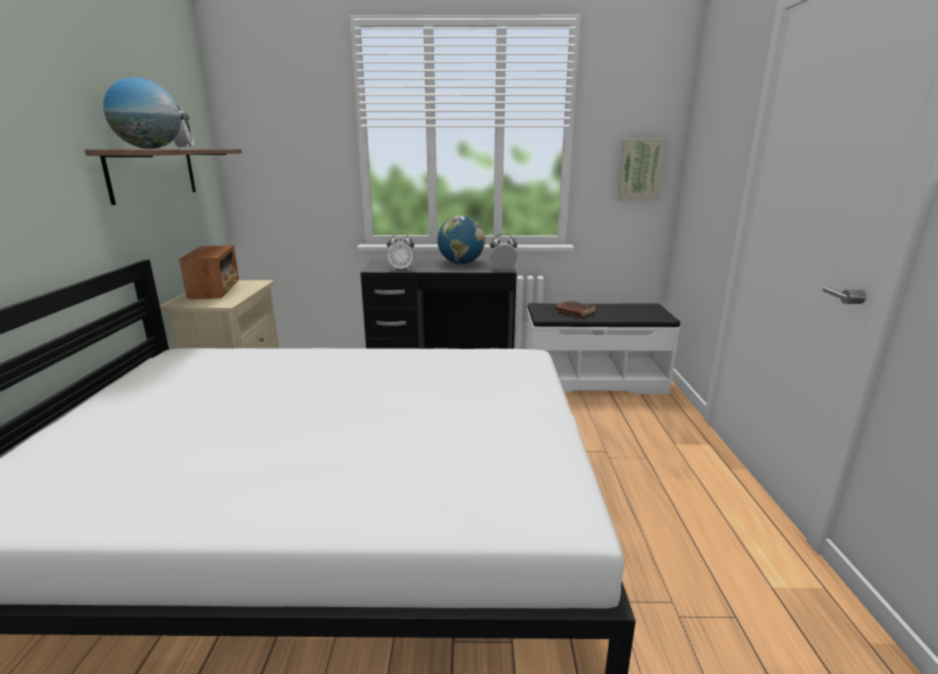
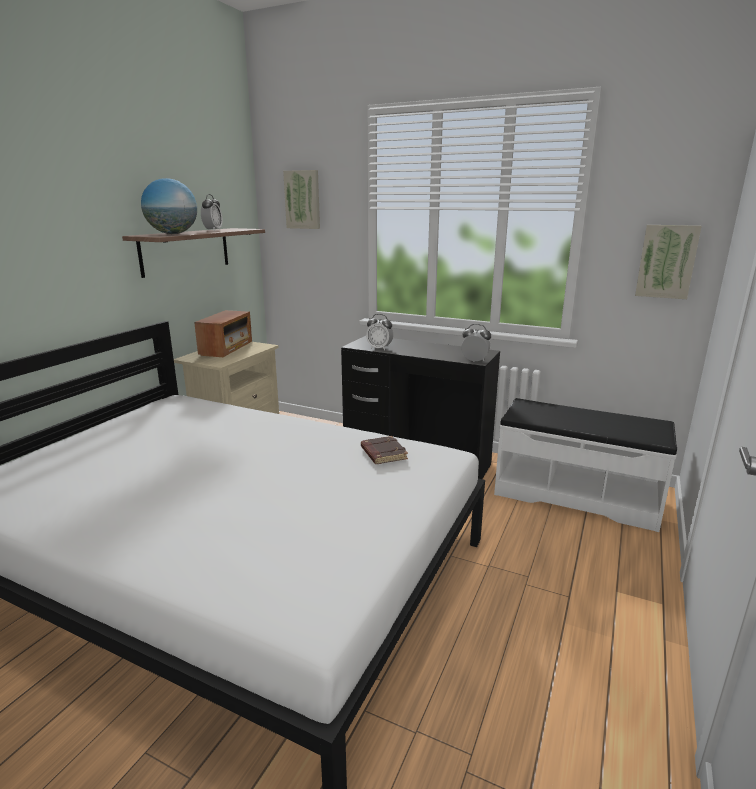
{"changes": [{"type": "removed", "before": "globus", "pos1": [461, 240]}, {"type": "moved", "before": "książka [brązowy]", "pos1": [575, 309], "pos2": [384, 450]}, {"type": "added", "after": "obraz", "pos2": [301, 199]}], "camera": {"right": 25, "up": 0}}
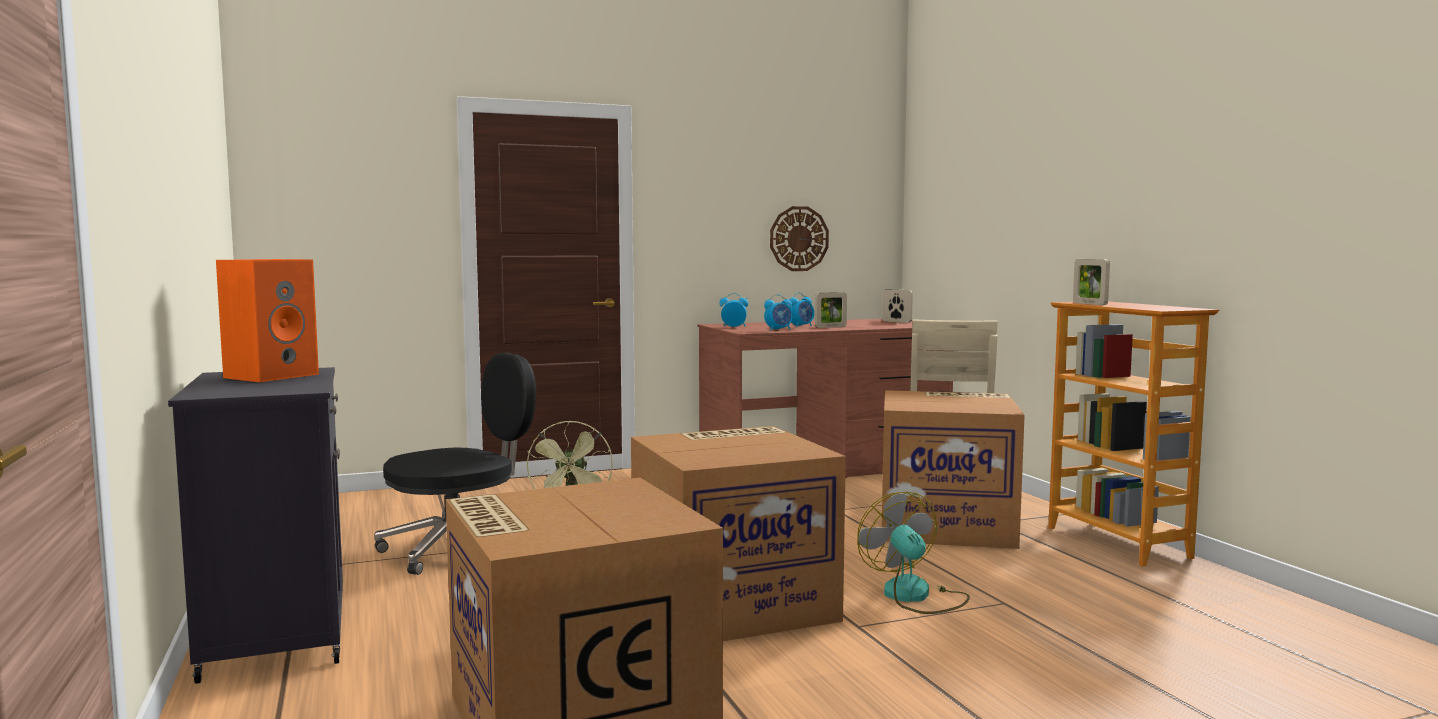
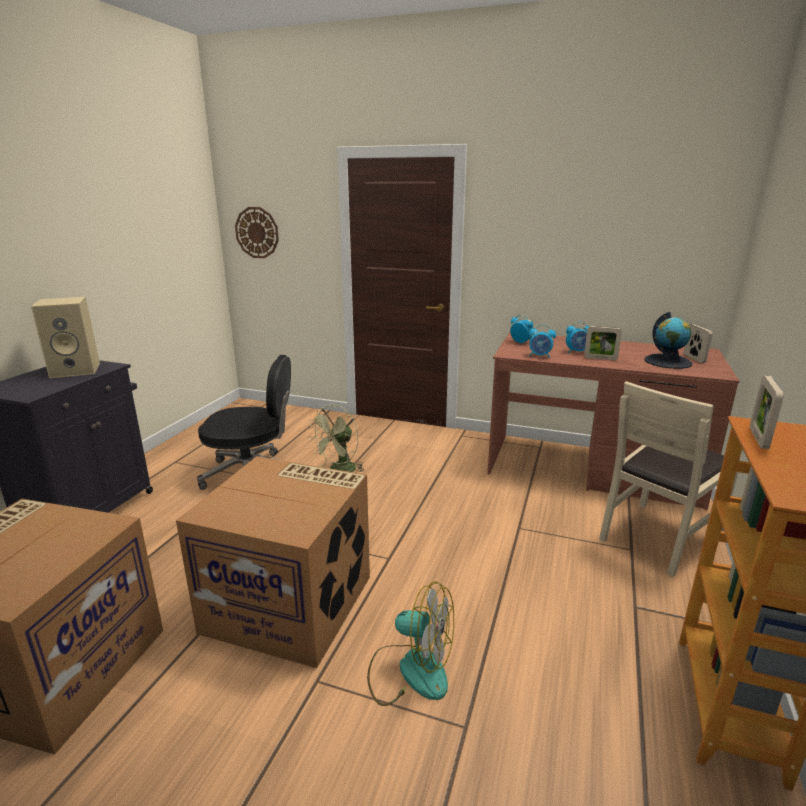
{"changes": [{"type": "moved", "before": "zegar ścienny", "pos1": [799, 238], "pos2": [257, 232]}, {"type": "recoloured", "before": "głośnik [pomarańczowy]", "after": "głośnik [beżowy]", "pos1": [267, 320], "pos2": [65, 337]}, {"type": "removed", "before": "karton", "pos1": [953, 469]}, {"type": "turned", "before": "wentylator", "pos1": [913, 553], "pos2": [410, 643], "turn": 90}, {"type": "added", "after": "globus", "pos2": [668, 340]}], "camera": {"right": 40, "up": 15}}
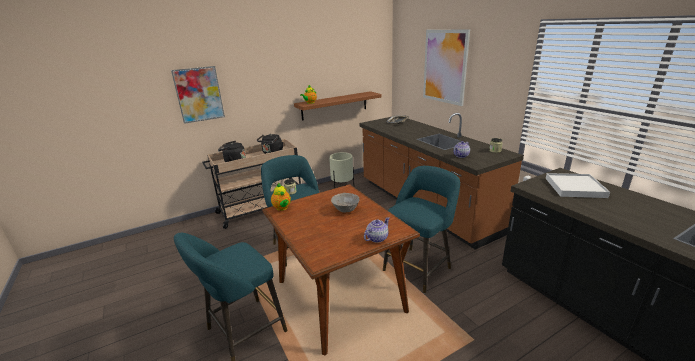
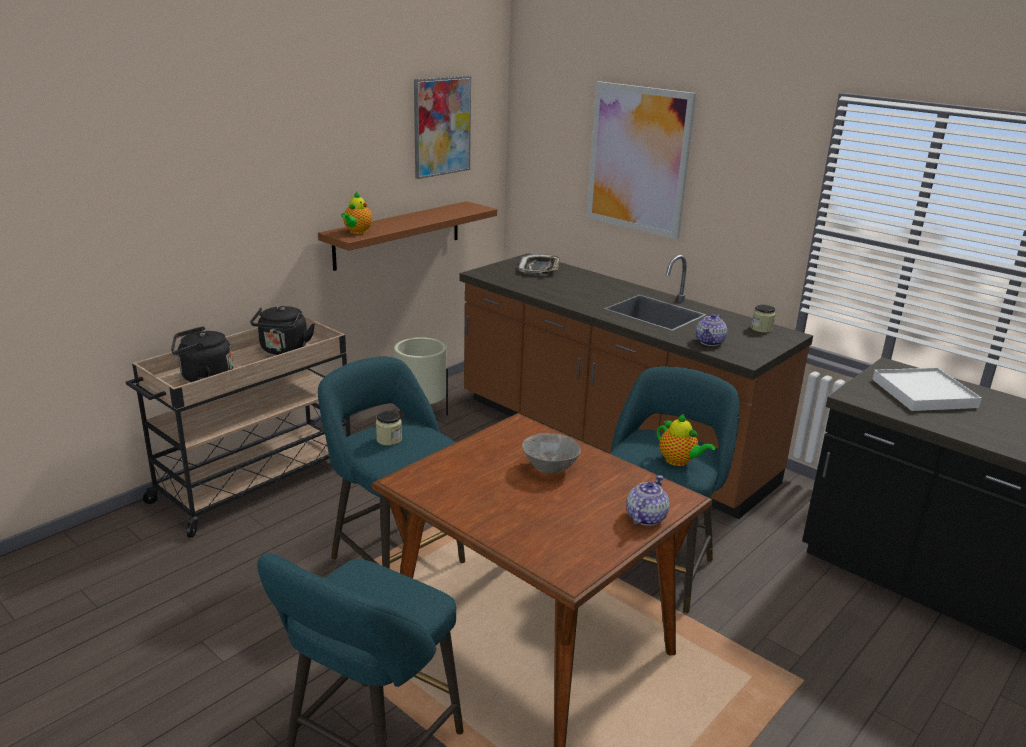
{"changes": [{"type": "moved", "before": "obraz", "pos1": [198, 95], "pos2": [442, 127]}, {"type": "moved", "before": "imbryk", "pos1": [281, 197], "pos2": [686, 440]}], "camera": {"right": -20, "up": 0}}
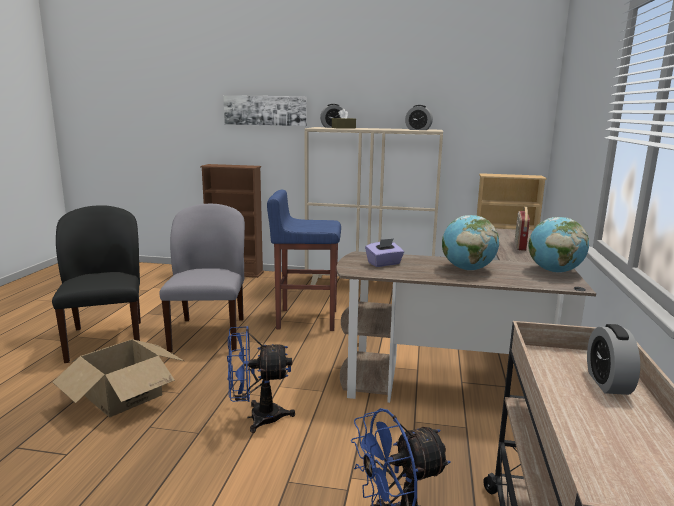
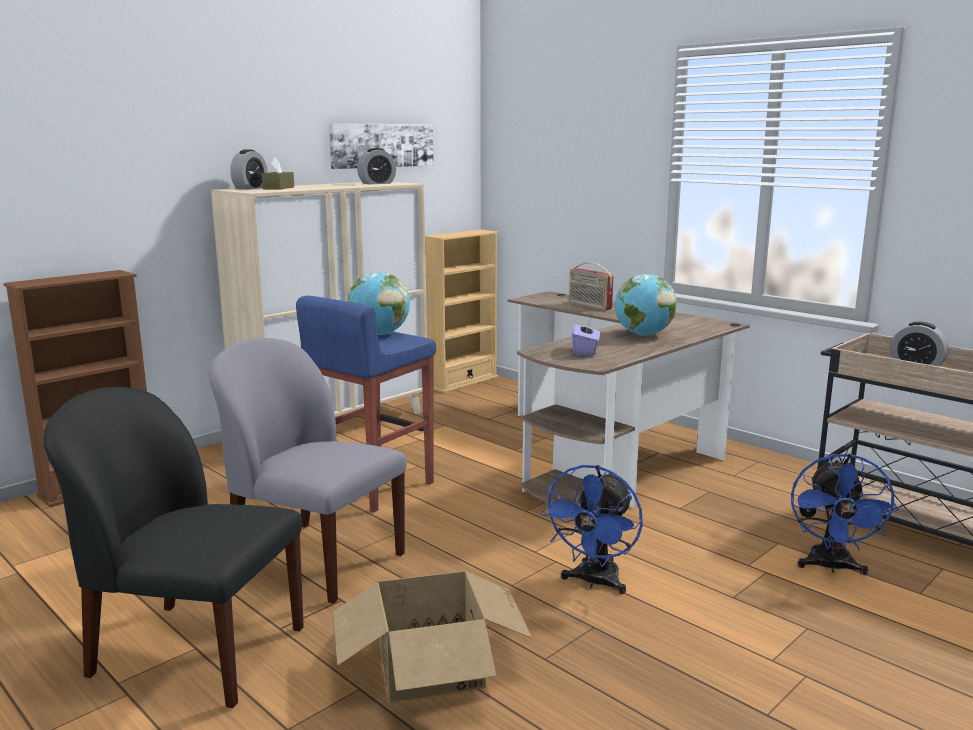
{"changes": [{"type": "moved", "before": "obraz", "pos1": [265, 110], "pos2": [381, 146]}, {"type": "moved", "before": "globus", "pos1": [558, 245], "pos2": [378, 303]}], "camera": {"right": -55, "up": 0}}
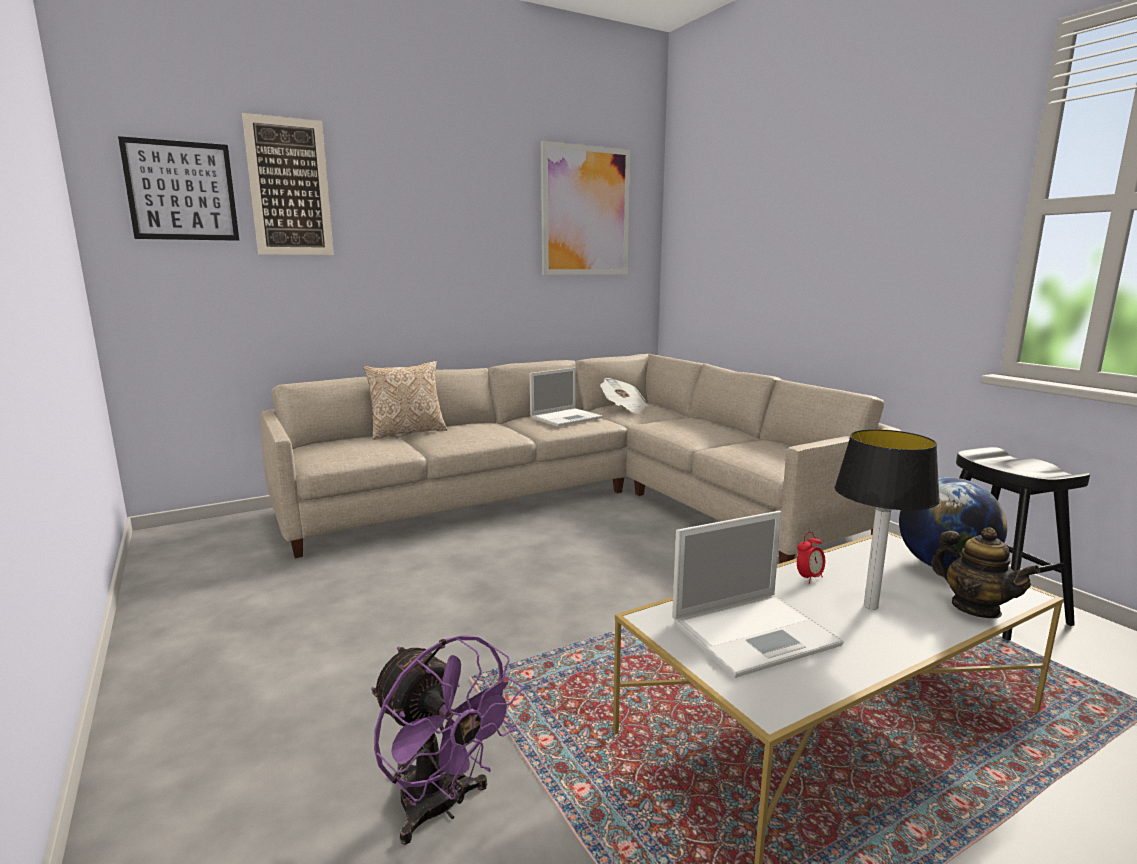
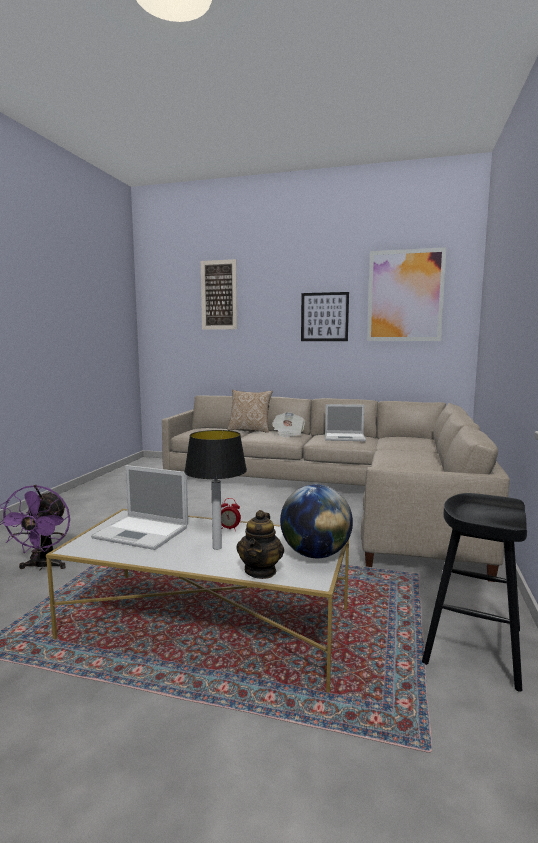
{"changes": [{"type": "moved", "before": "obraz", "pos1": [178, 188], "pos2": [325, 316]}, {"type": "moved", "before": "gazeta", "pos1": [624, 396], "pos2": [288, 425]}], "camera": {"right": 45, "up": -5}}
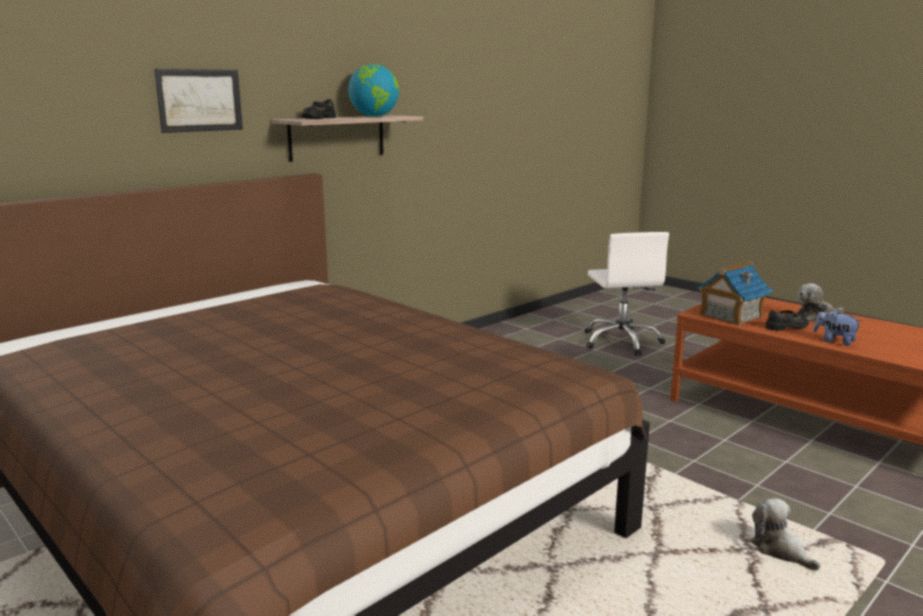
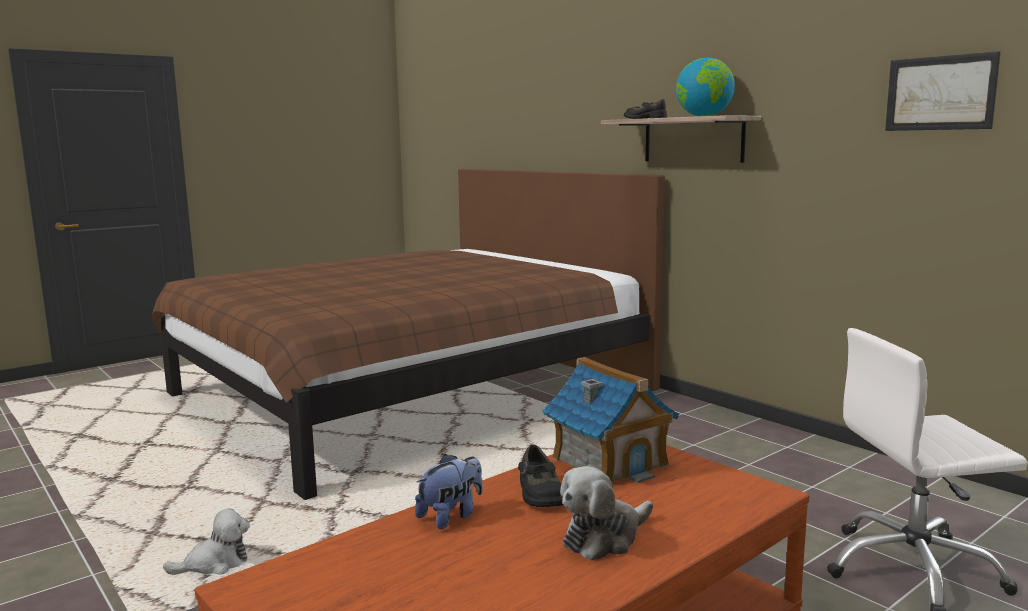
{"changes": [{"type": "moved", "before": "obraz", "pos1": [198, 101], "pos2": [943, 91]}, {"type": "turned", "before": "pluszak", "pos1": [820, 303], "pos2": [606, 513], "turn": -120}], "camera": {"right": 95, "up": -5}}
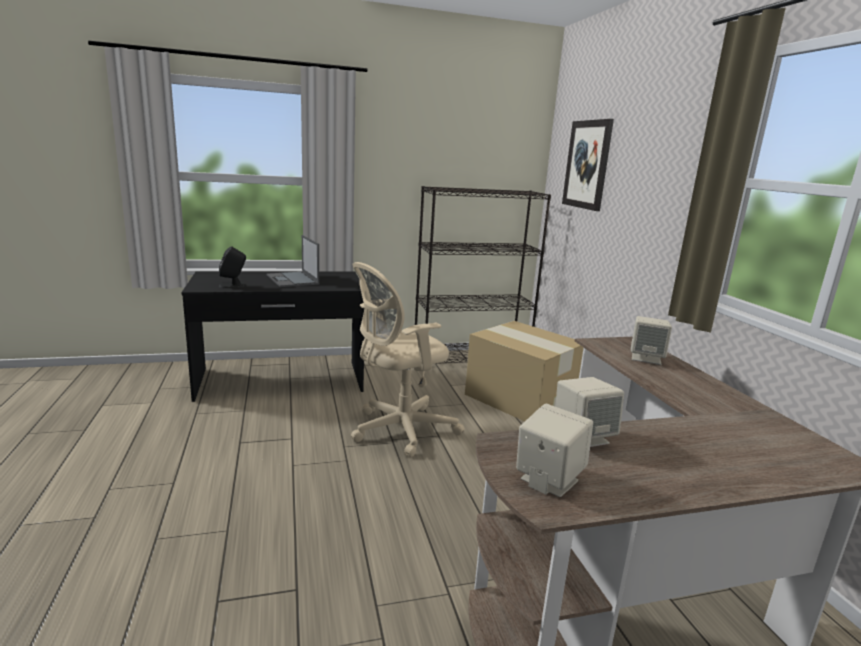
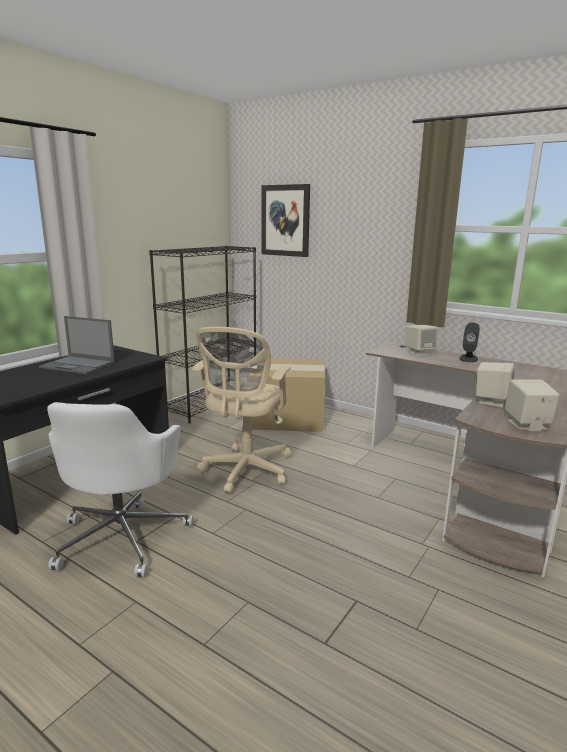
{"changes": [{"type": "moved", "before": "głośnik [czarny]", "pos1": [233, 267], "pos2": [470, 342]}, {"type": "added", "after": "krzesło biurowe [biały]", "pos2": [120, 489]}], "camera": {"right": -40, "up": 0}}
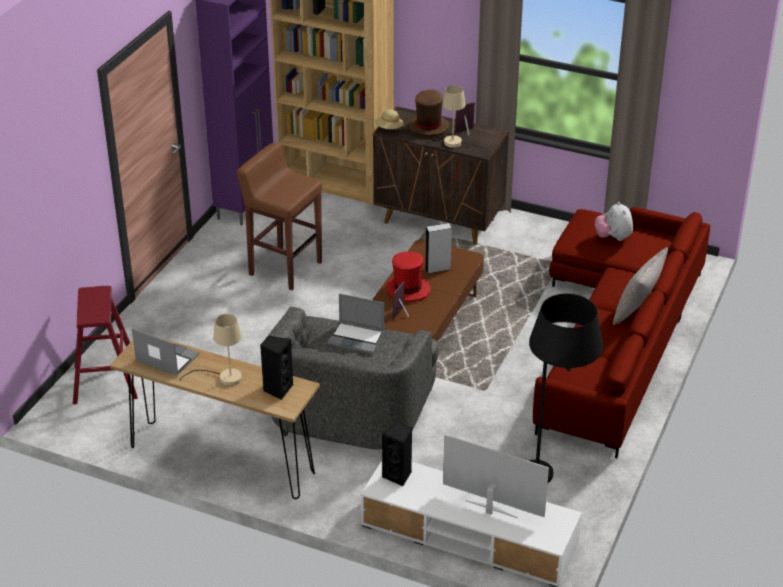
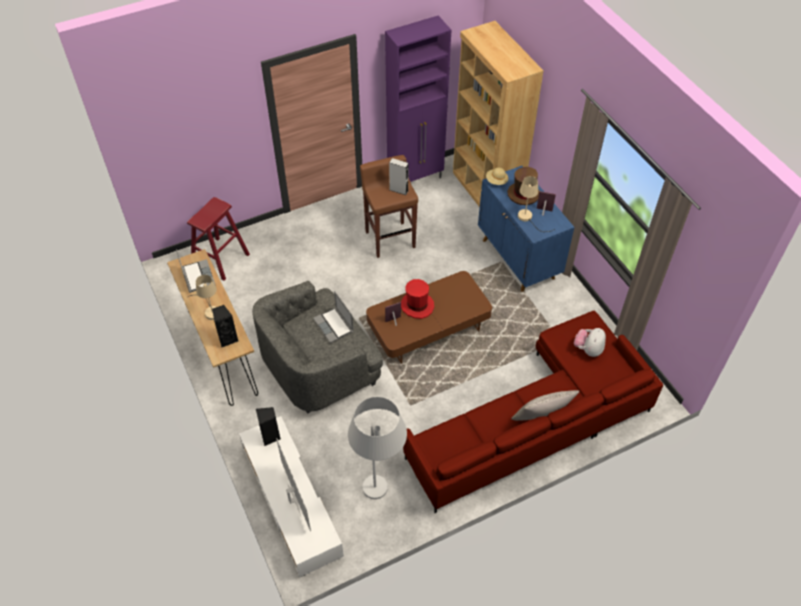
{"changes": [{"type": "recoloured", "before": "szafka [brązowy]", "after": "szafka [niebieski]", "pos1": [441, 175], "pos2": [526, 229]}, {"type": "moved", "before": "głośnik [szary]", "pos1": [438, 248], "pos2": [399, 176]}, {"type": "recoloured", "before": "lampa stojąca [czarny]", "after": "lampa stojąca [biały]", "pos1": [566, 388], "pos2": [377, 448]}], "camera": {"right": 40, "up": 15}}
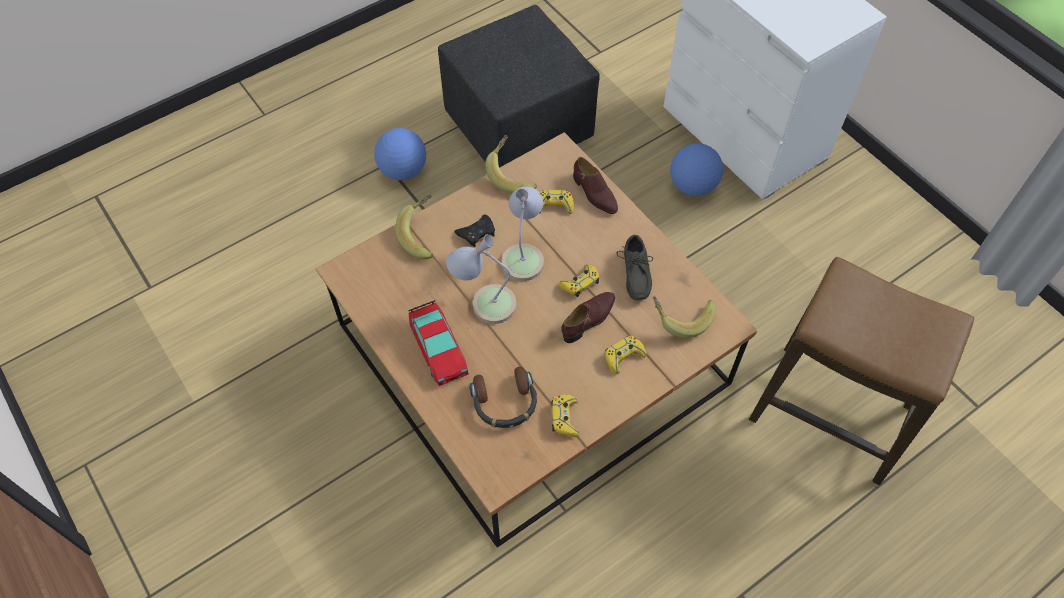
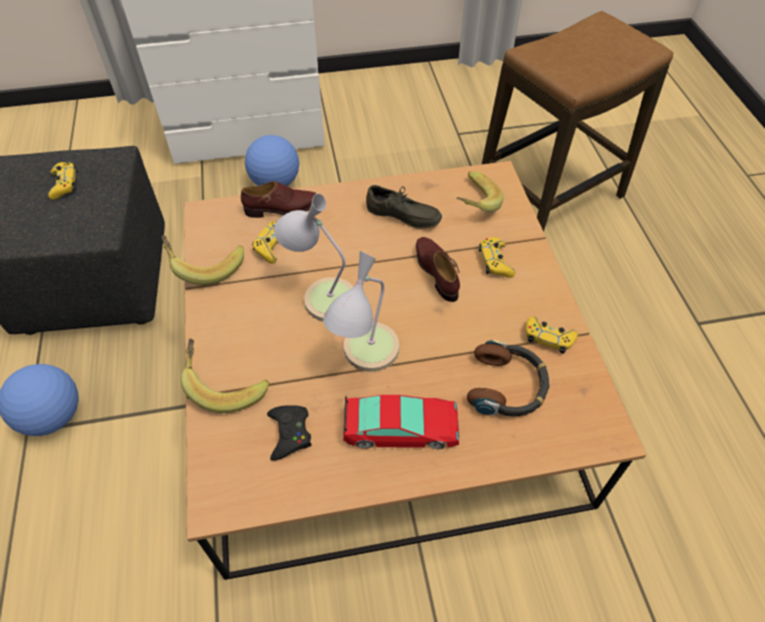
{"changes": [{"type": "moved", "before": "pad do gier [czarny]", "pos1": [474, 231], "pos2": [289, 433]}, {"type": "moved", "before": "pad do gier [żółty]", "pos1": [579, 280], "pos2": [63, 181]}], "camera": {"right": -65, "up": -5}}
